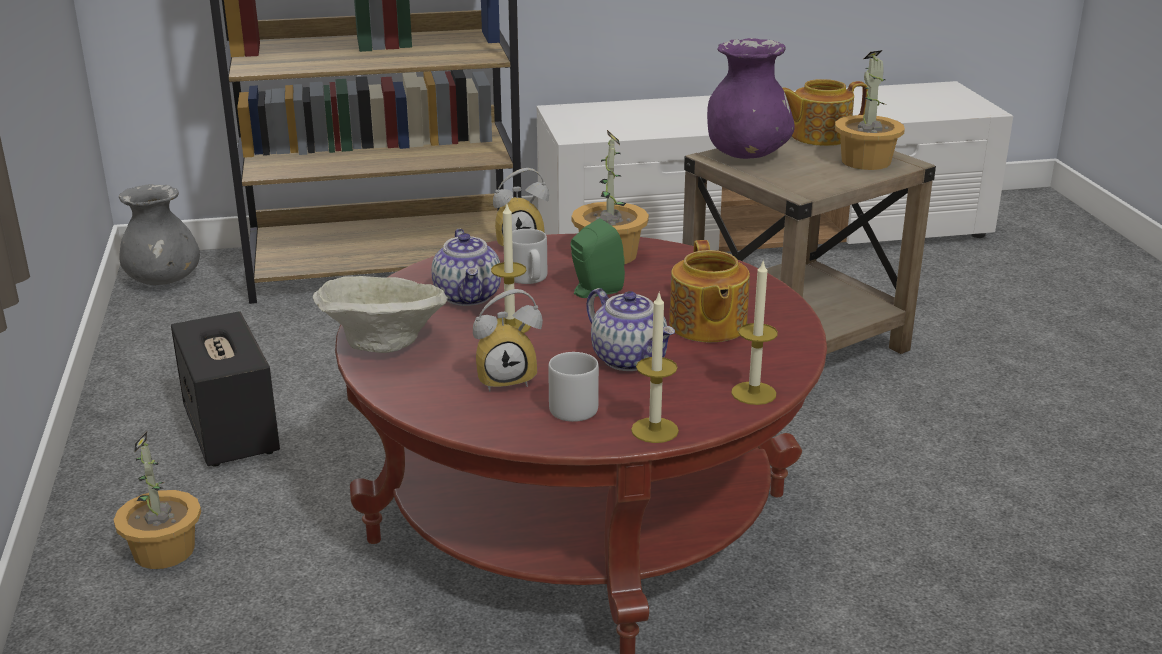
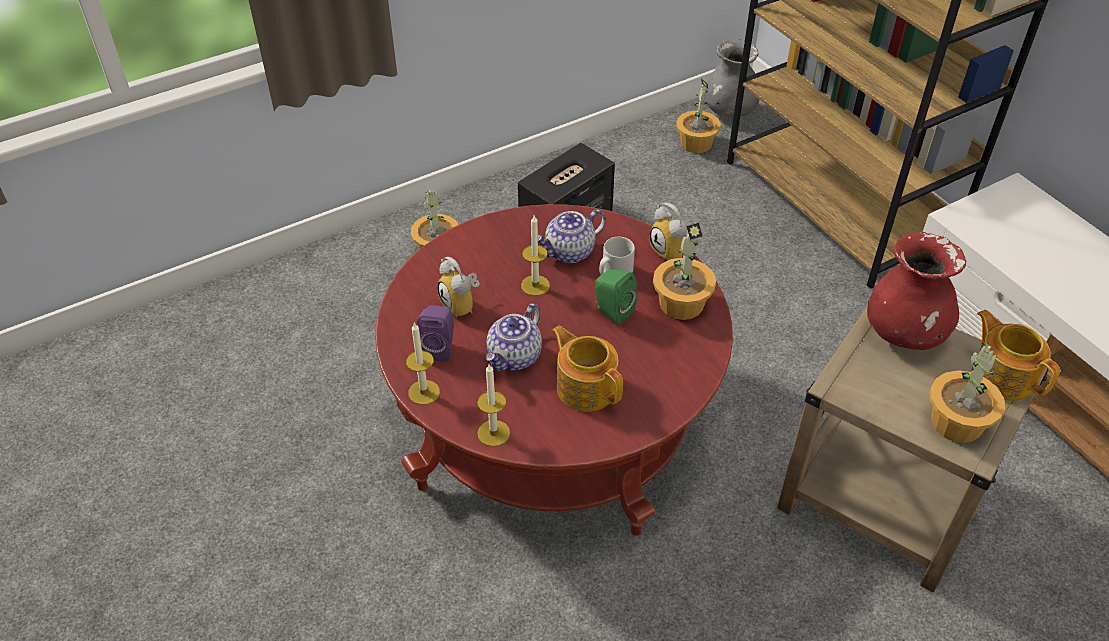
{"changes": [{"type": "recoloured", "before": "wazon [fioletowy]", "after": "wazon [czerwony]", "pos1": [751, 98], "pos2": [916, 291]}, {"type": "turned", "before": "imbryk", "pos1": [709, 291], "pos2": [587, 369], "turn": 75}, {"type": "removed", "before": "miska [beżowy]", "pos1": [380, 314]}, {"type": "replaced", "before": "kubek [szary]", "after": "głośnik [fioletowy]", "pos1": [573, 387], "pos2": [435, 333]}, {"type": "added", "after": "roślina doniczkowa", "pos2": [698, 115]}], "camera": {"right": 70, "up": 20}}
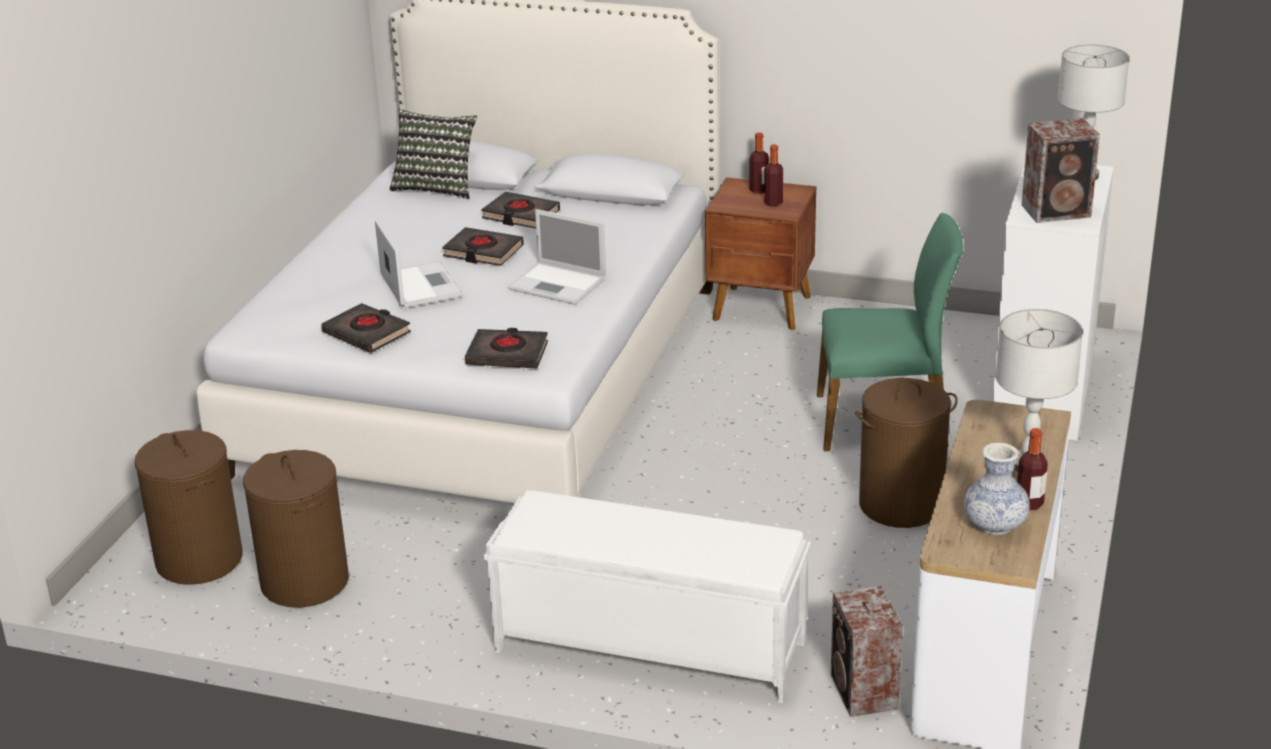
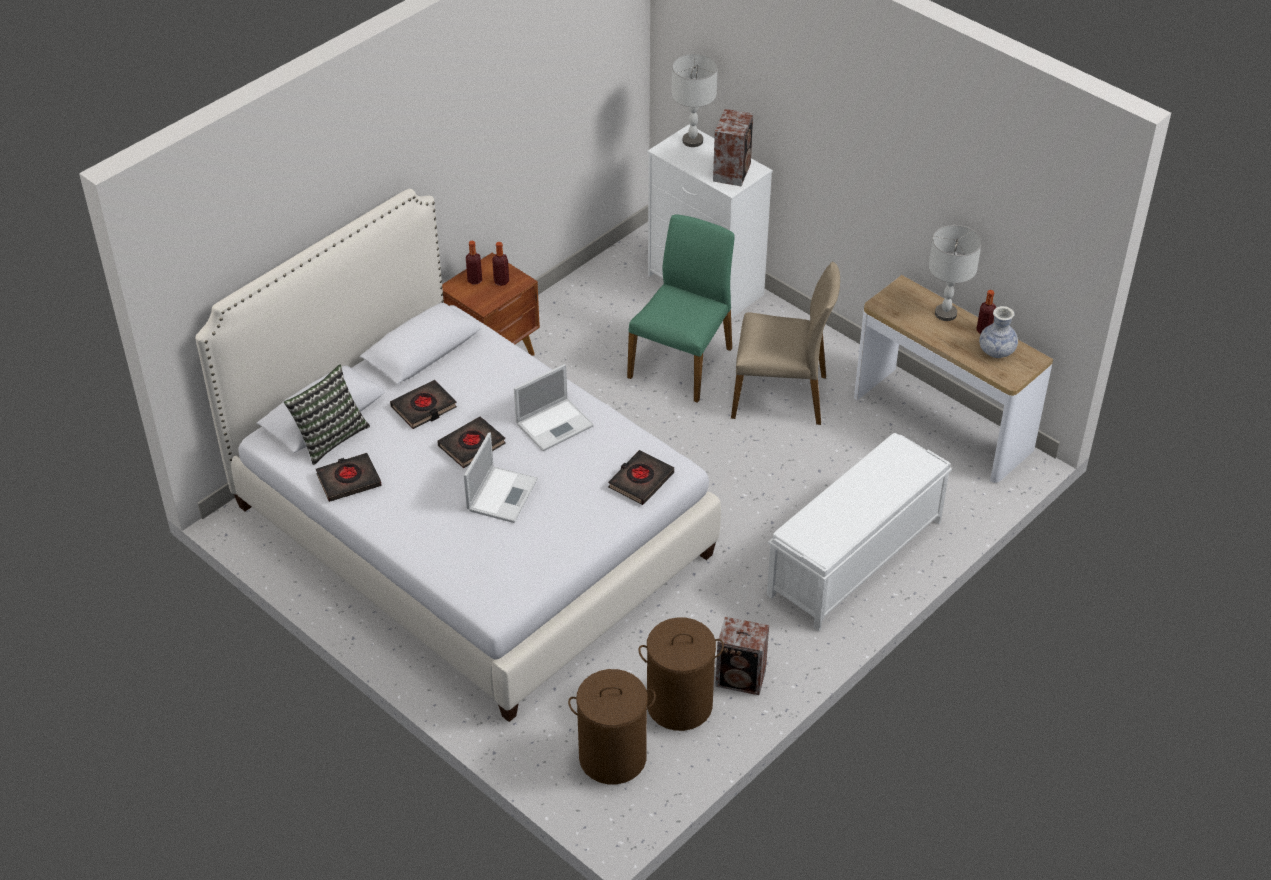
{"changes": [{"type": "turned", "before": "laptop", "pos1": [418, 263], "pos2": [501, 478], "turn": 105}, {"type": "moved", "before": "książka [czarny]", "pos1": [366, 328], "pos2": [349, 477]}, {"type": "replaced", "before": "kosz na pranie [brązowy]", "after": "krzesło [beżowy]", "pos1": [906, 453], "pos2": [785, 343]}, {"type": "moved", "before": "głośnik", "pos1": [867, 651], "pos2": [742, 656]}], "camera": {"right": -65, "up": 15}}
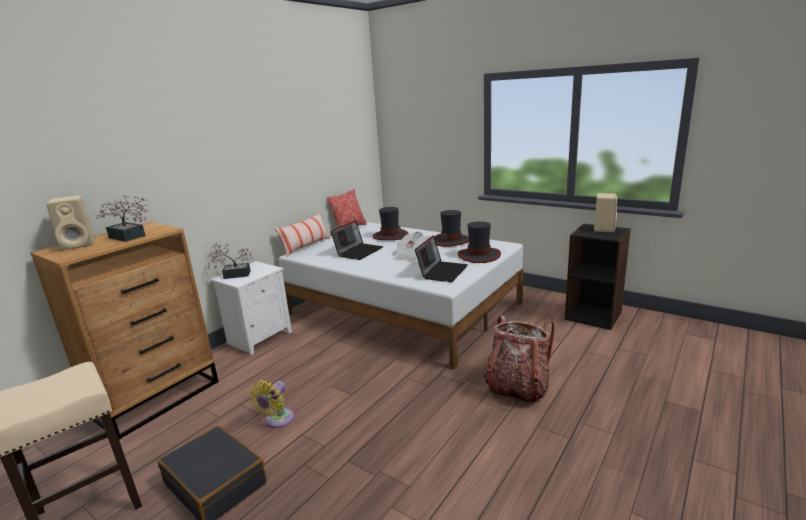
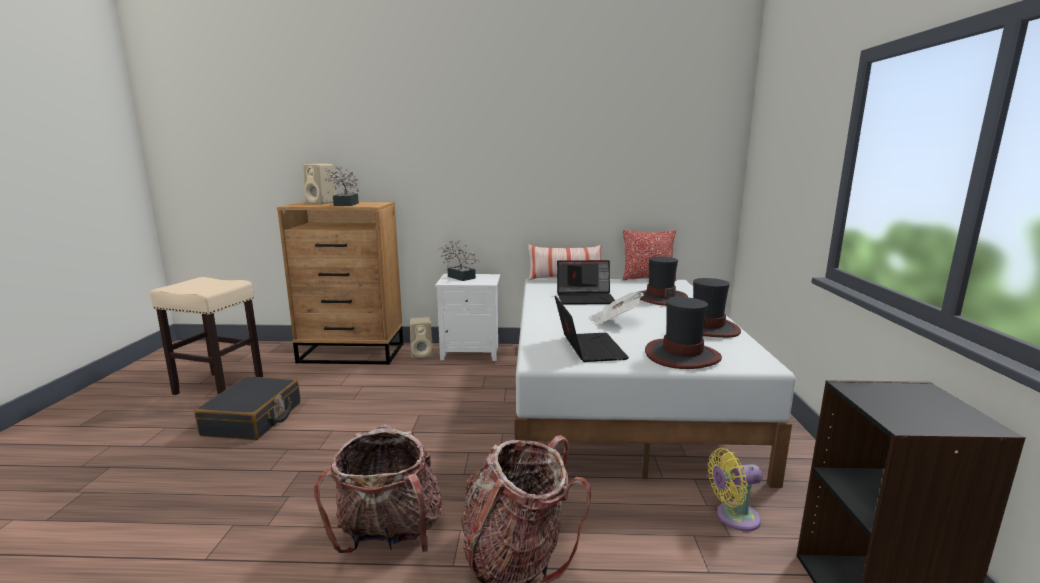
{"changes": [{"type": "moved", "before": "głośnik [beżowy]", "pos1": [605, 212], "pos2": [421, 337]}, {"type": "turned", "before": "laptop", "pos1": [441, 258], "pos2": [592, 329], "turn": -90}, {"type": "moved", "before": "wentylator [żółty]", "pos1": [272, 404], "pos2": [735, 489]}, {"type": "added", "after": "plecak", "pos2": [378, 488]}], "camera": {"right": 55, "up": -5}}
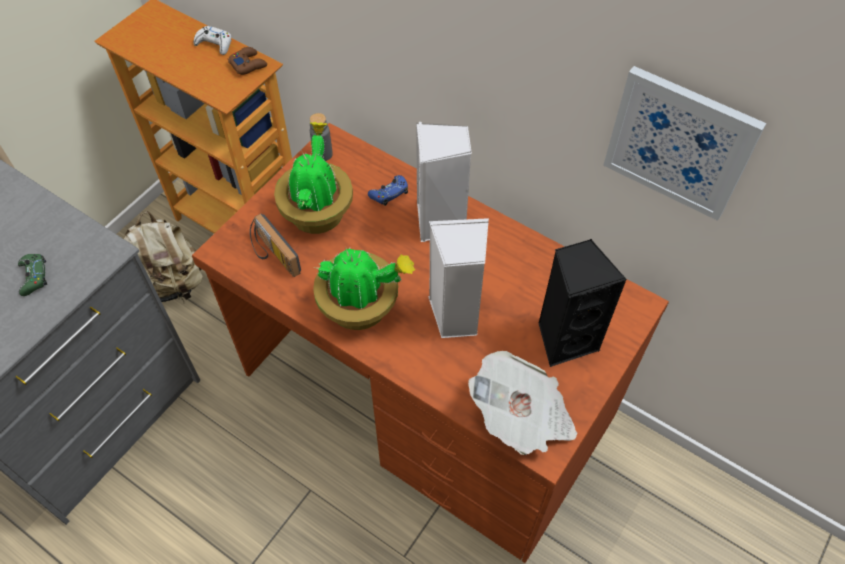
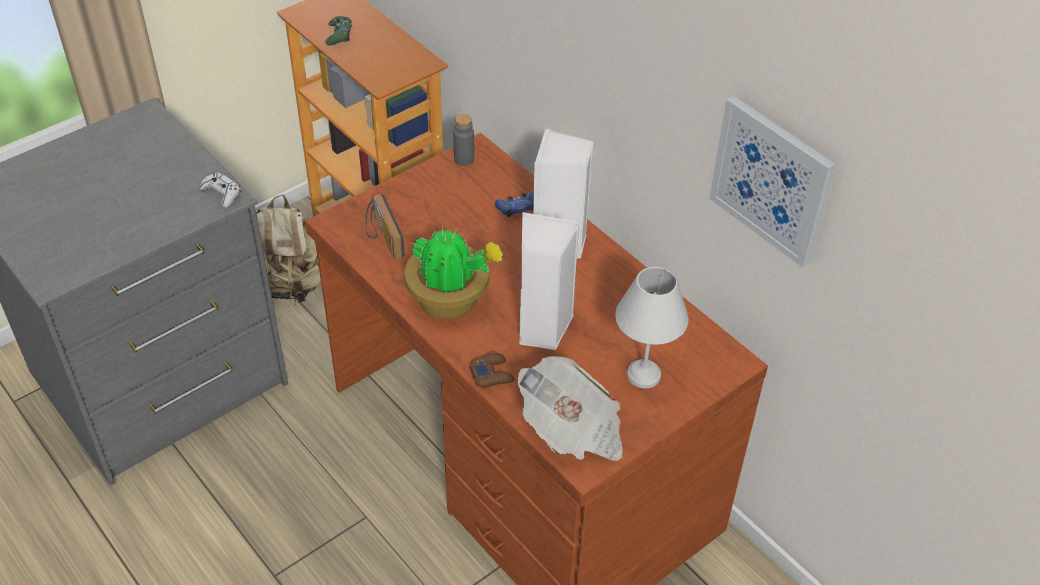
{"changes": [{"type": "moved", "before": "pad do gier [biały]", "pos1": [212, 40], "pos2": [220, 190]}, {"type": "moved", "before": "pad do gier [brązowy]", "pos1": [247, 61], "pos2": [491, 370]}, {"type": "removed", "before": "roślina doniczkowa", "pos1": [313, 178]}, {"type": "replaced", "before": "głośnik [czarny]", "after": "lampa stołowa [biały]", "pos1": [582, 303], "pos2": [652, 327]}, {"type": "moved", "before": "pad do gier [zielony]", "pos1": [32, 275], "pos2": [339, 31]}], "camera": {"right": 15, "up": -10}}
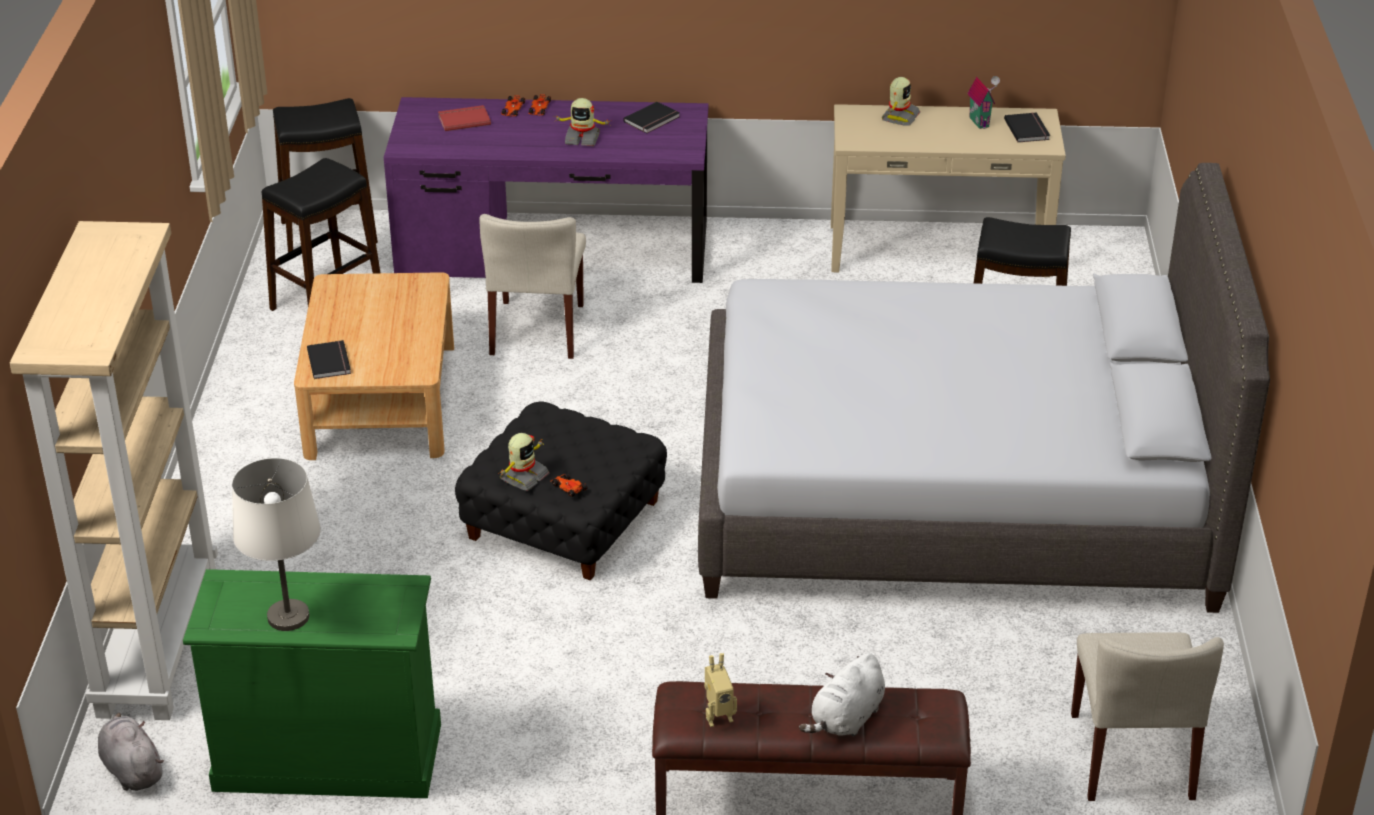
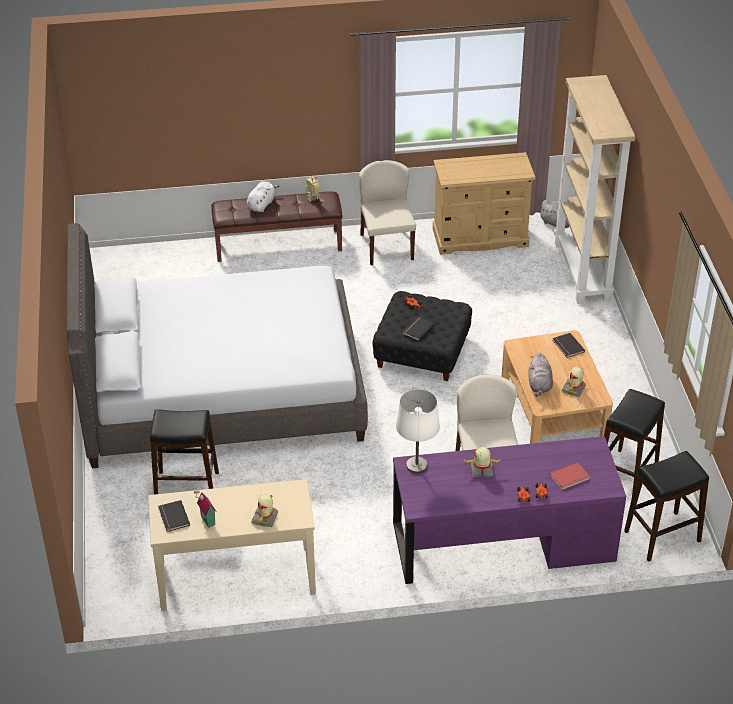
{"changes": [{"type": "moved", "before": "książka [czarny]", "pos1": [651, 117], "pos2": [419, 329]}, {"type": "moved", "before": "robot zabawkowy", "pos1": [524, 462], "pos2": [573, 382]}, {"type": "moved", "before": "lampa stołowa [biały]", "pos1": [276, 544], "pos2": [418, 431]}, {"type": "recoloured", "before": "komoda [zielony]", "after": "komoda [beżowy]", "pos1": [312, 683], "pos2": [484, 203]}, {"type": "moved", "before": "krzesło [beżowy]", "pos1": [1147, 716], "pos2": [387, 212]}, {"type": "added", "after": "pluszak [szary]", "pos2": [540, 374]}], "camera": {"right": 170, "up": 5}}
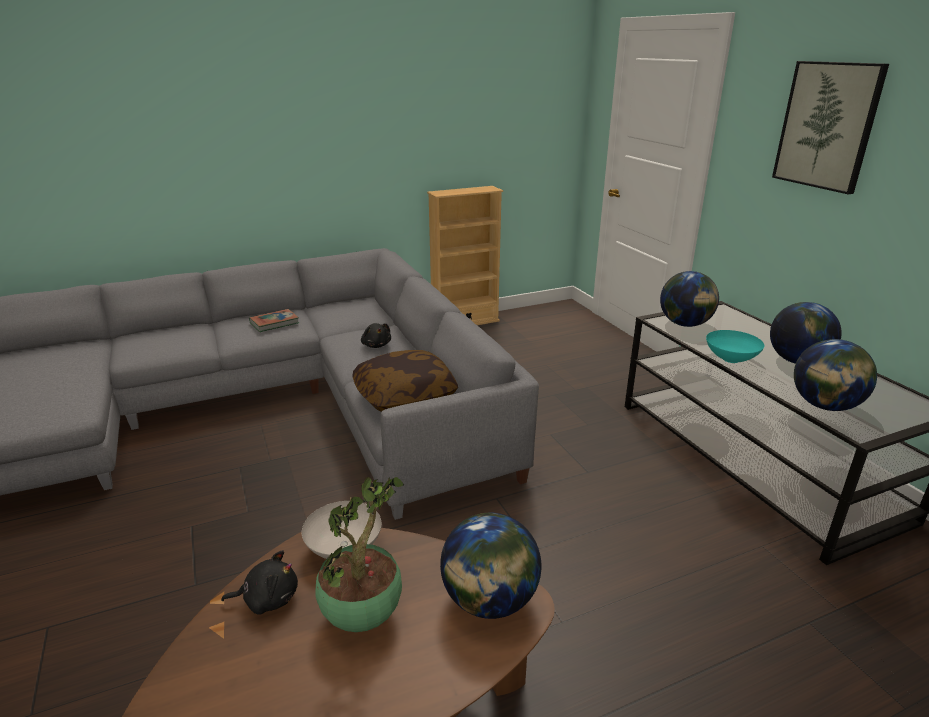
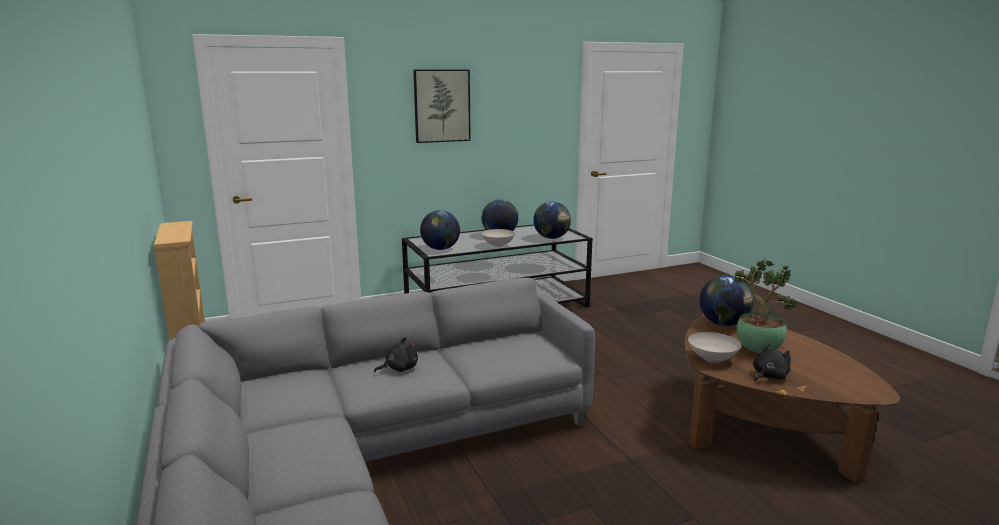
{"changes": [{"type": "removed", "before": "książka", "pos1": [274, 320]}, {"type": "recoloured", "before": "miska [turkusowy]", "after": "miska [biały]", "pos1": [735, 346], "pos2": [498, 238]}, {"type": "removed", "before": "poduszka", "pos1": [405, 381]}, {"type": "turned", "before": "pluszak [czarny]", "pos1": [259, 582], "pos2": [772, 363], "turn": 60}], "camera": {"right": -90, "up": -10}}
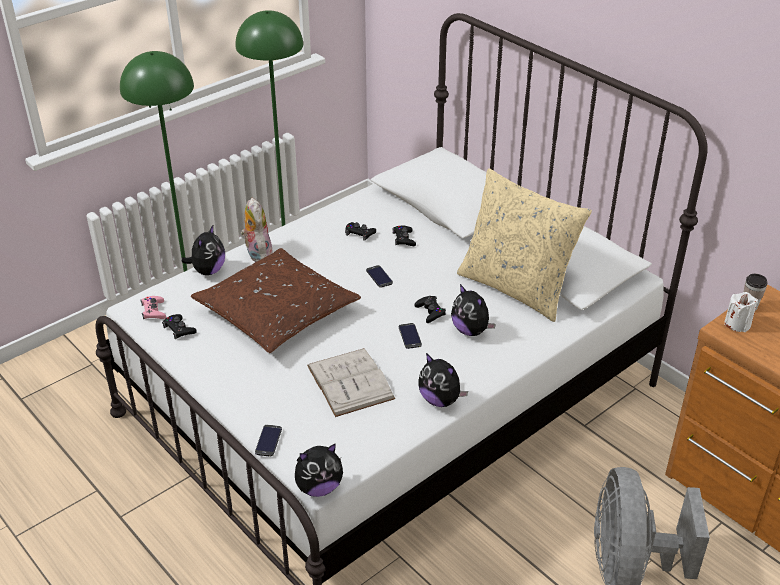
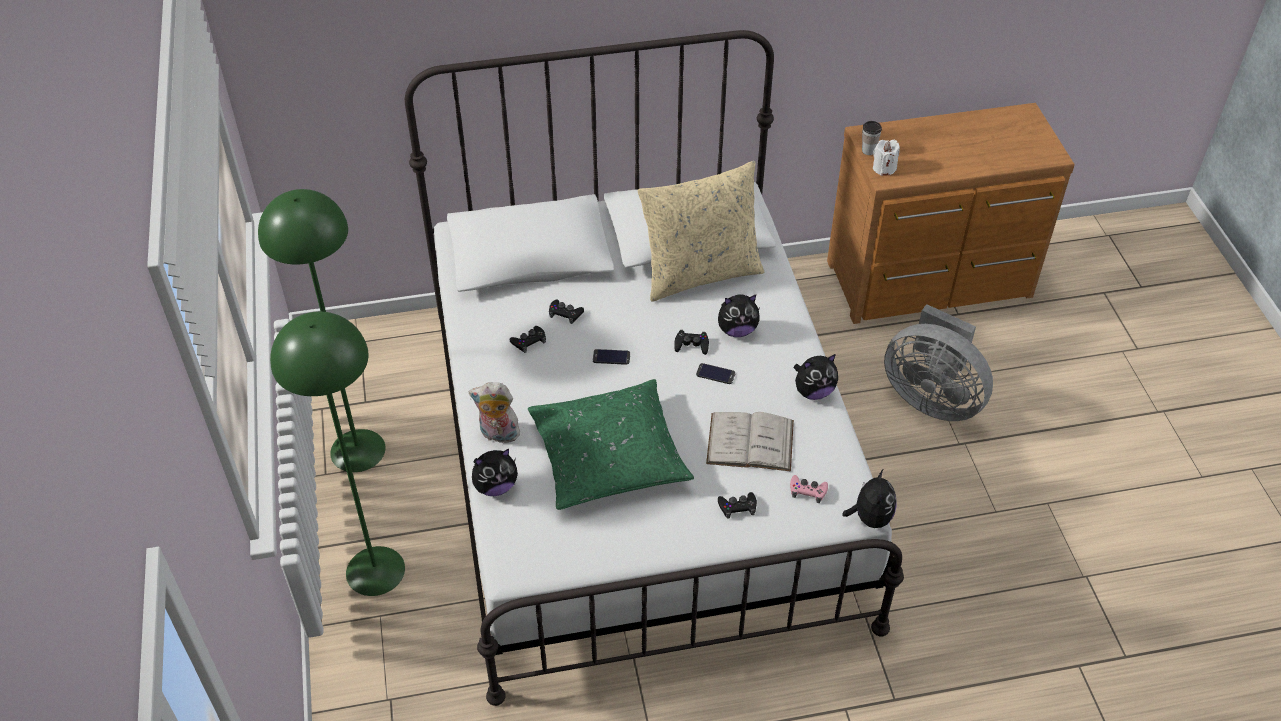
{"changes": [{"type": "turned", "before": "pluszak", "pos1": [203, 250], "pos2": [495, 472], "turn": 105}, {"type": "recoloured", "before": "poduszka [brązowy]", "after": "poduszka [zielony]", "pos1": [276, 300], "pos2": [611, 444]}, {"type": "moved", "before": "pad do gier [różowy]", "pos1": [153, 307], "pos2": [809, 489]}, {"type": "moved", "before": "pad do gier [czarny]", "pos1": [179, 326], "pos2": [737, 505]}, {"type": "removed", "before": "telefon", "pos1": [268, 441]}], "camera": {"right": -60, "up": 10}}
